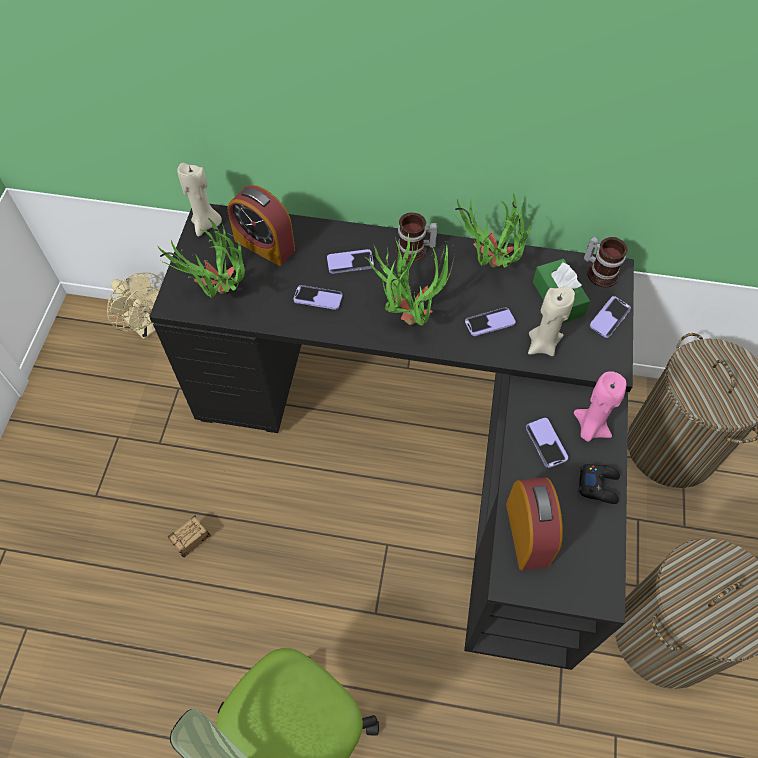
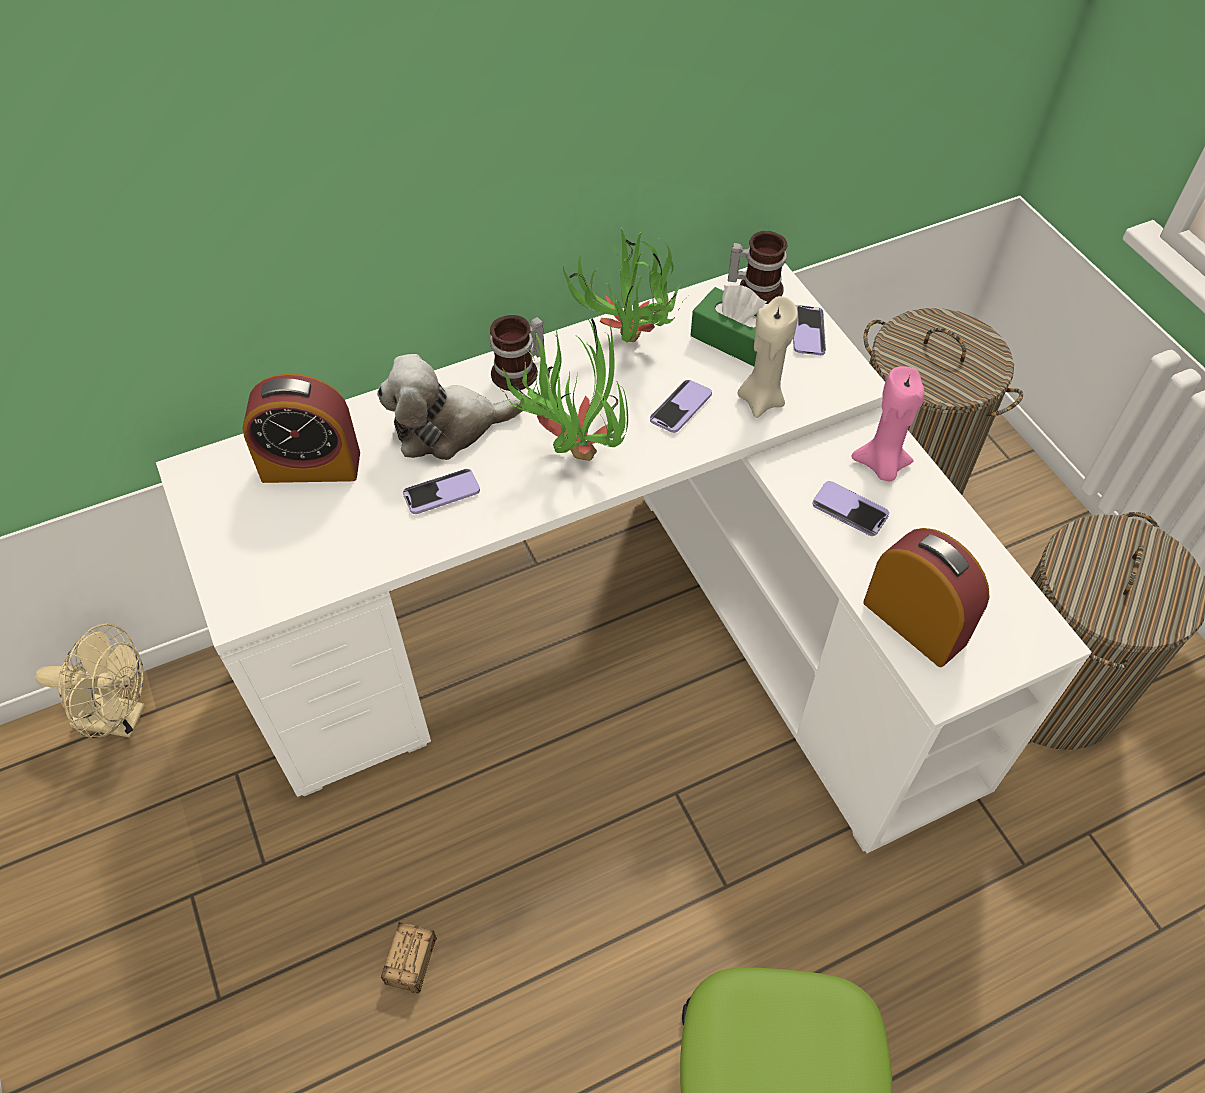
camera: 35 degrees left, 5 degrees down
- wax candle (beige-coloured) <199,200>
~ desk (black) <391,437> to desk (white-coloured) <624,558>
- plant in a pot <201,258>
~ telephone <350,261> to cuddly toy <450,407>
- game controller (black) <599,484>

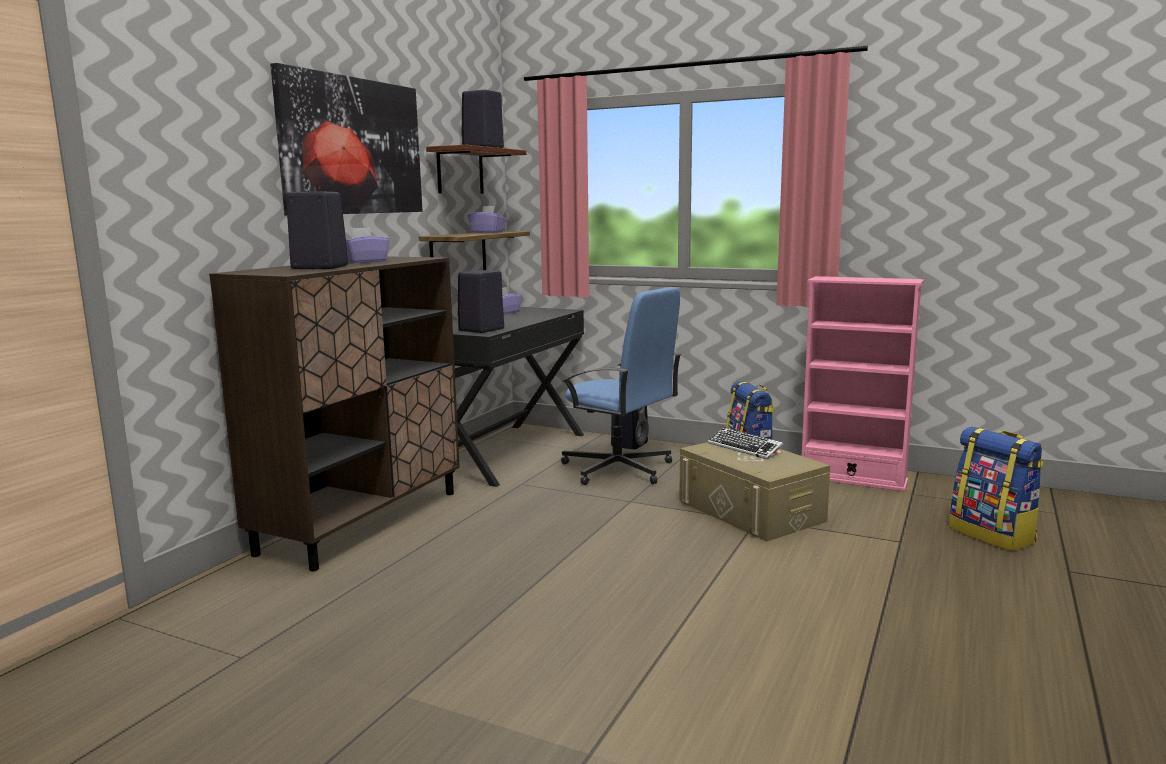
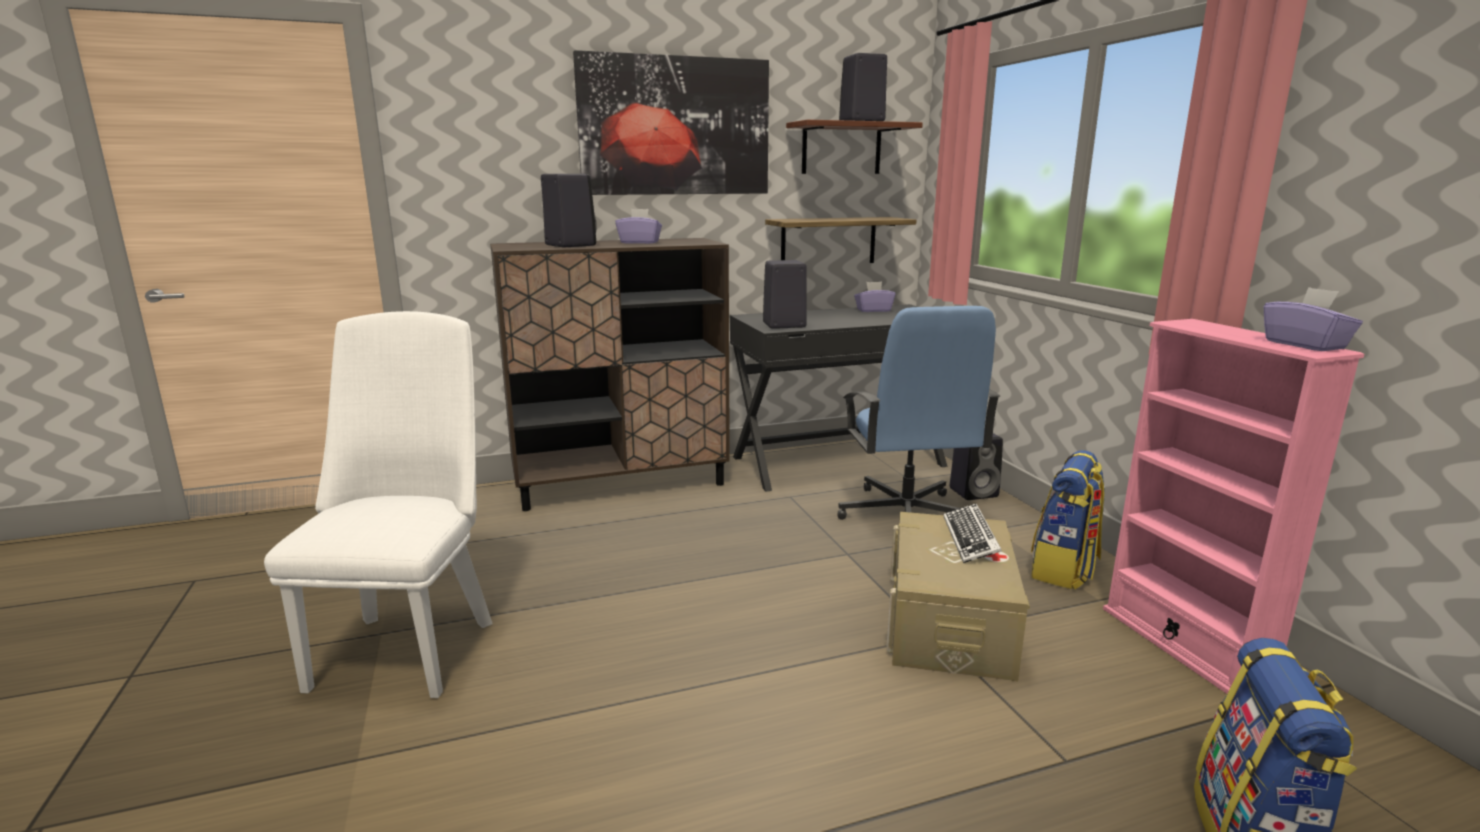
camera: 45 degrees right, 5 degrees up
~ tissue box (purplish) <487,219> to <1313,319>
+ chair (white-coloured) <378,504>

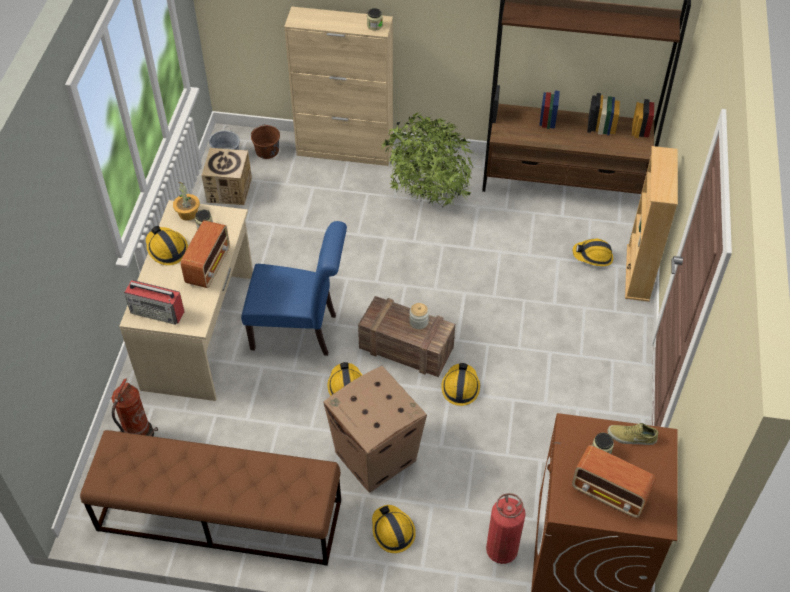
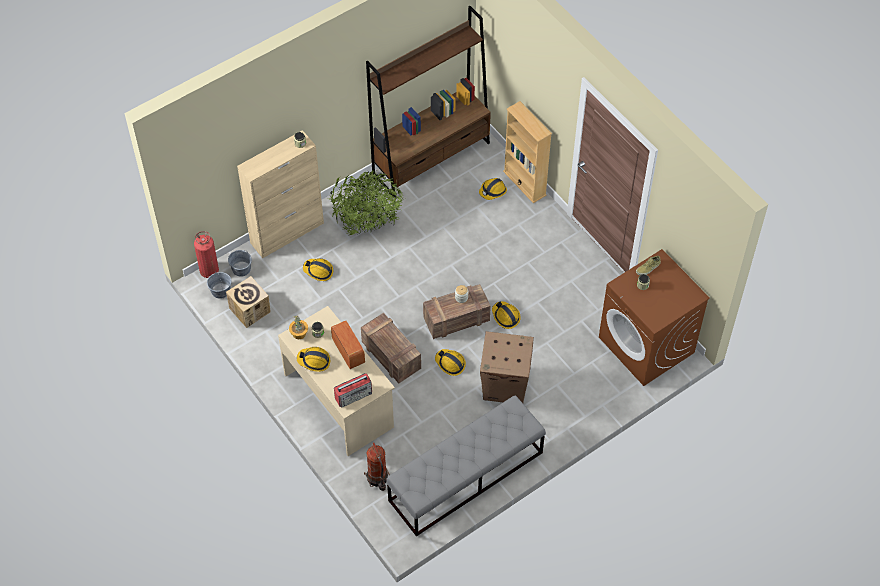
camera: 45 degrees left, 5 degrees up
~ bucket (brownish) <265,142> to bucket (gray) <240,263>
~ chair (blue-coloured) <294,288> to shipping crate <391,348>
~ bench (brownish) <210,498> to bench (gray) <466,466>
- radio <614,482>
~ extinguisher <506,528> to <206,254>
~ work helmet <394,529> to <318,269>

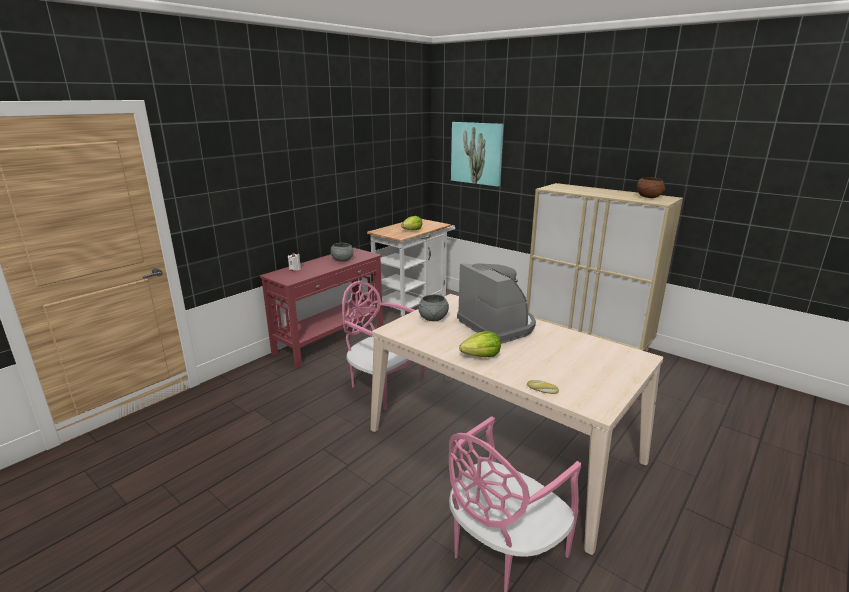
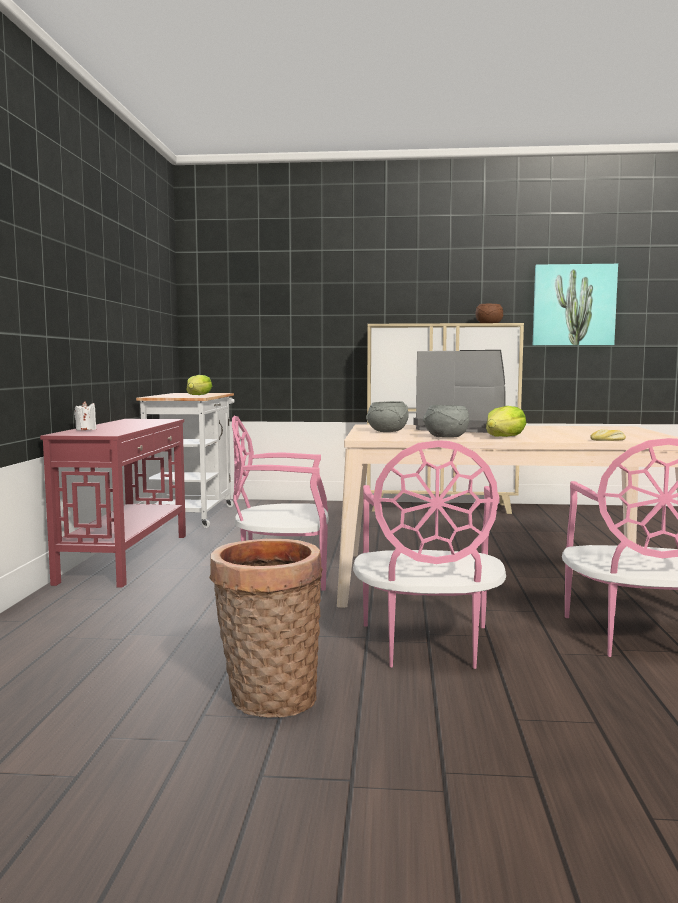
camera: 35 degrees left, 15 degrees down
~ picture <477,154> to <575,304>
~ deep dish (gray) <342,252> to <446,421>
+ chair (pink-coloured) <429,554>
+ storage basket <266,628>

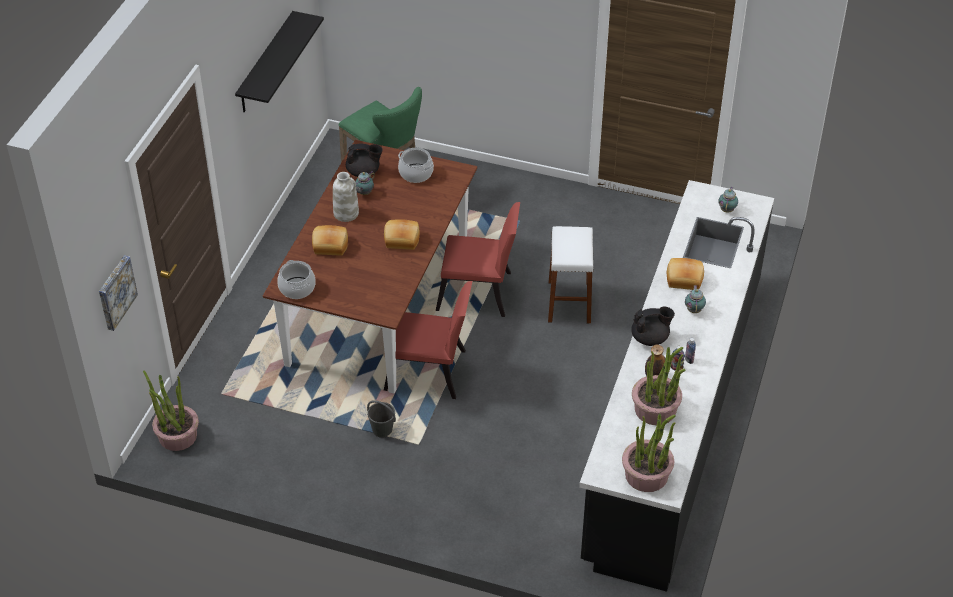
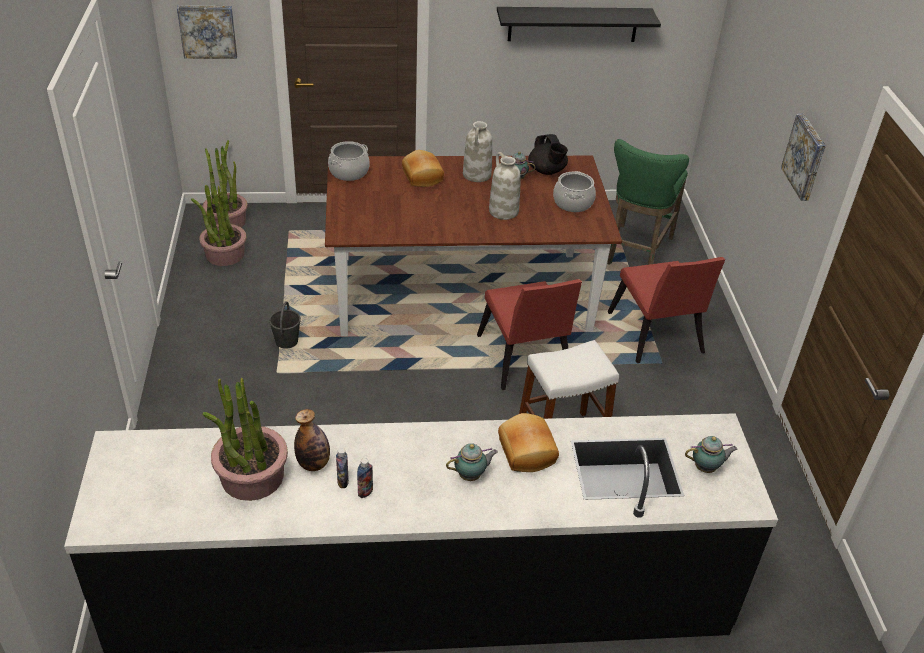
camera: 65 degrees right, 5 degrees down
- bread <402,234>
~ chair (reddish) <428,340> to <666,310>
- tea pot (black) <653,326>
~ plant in a pot <649,453> to <219,225>
+ picture <803,157>
+ vase (white-coloured) <505,186>

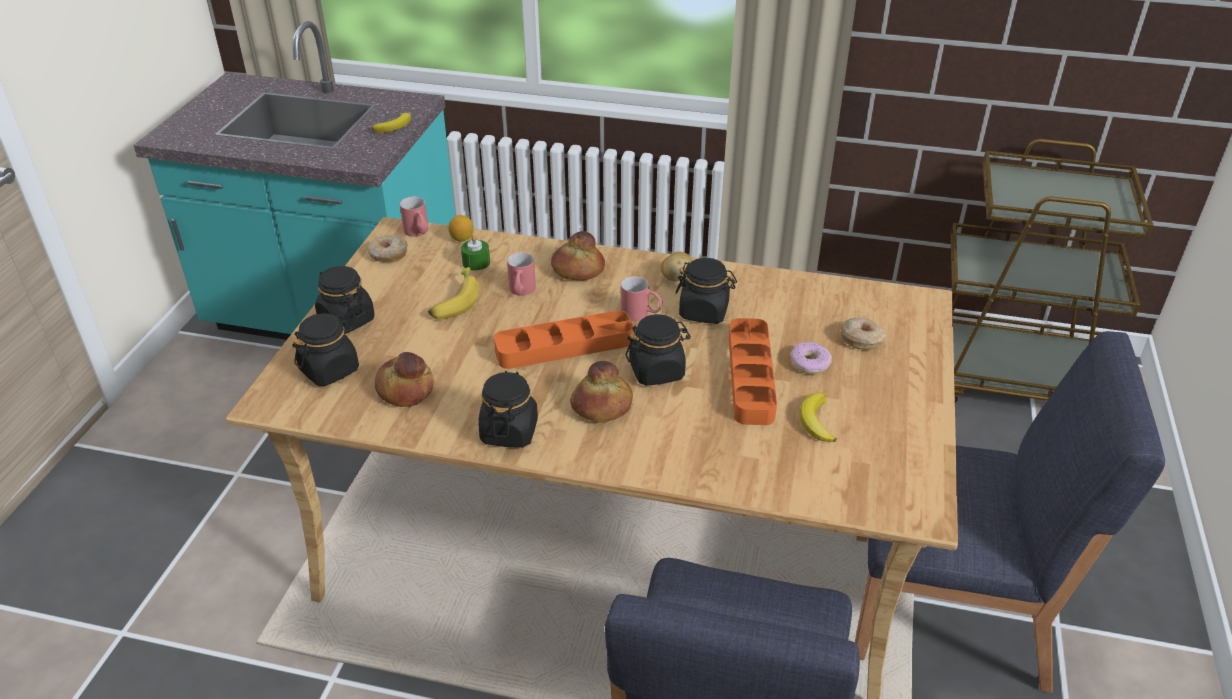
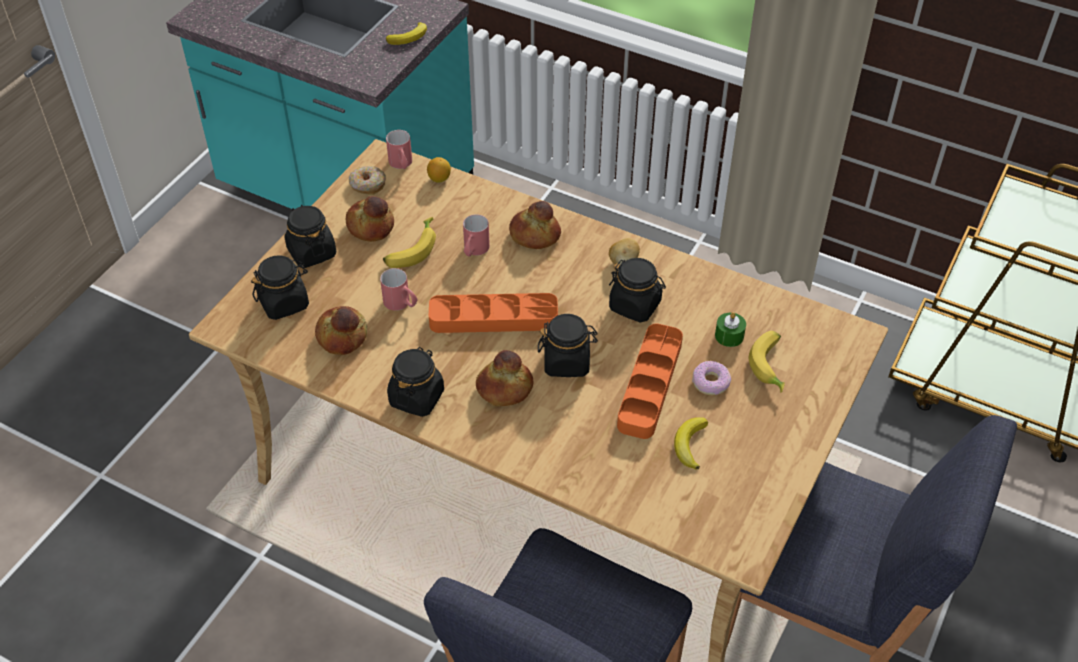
camera: 15 degrees right, 10 degrees up
~ wax candle (green) <475,252> to <730,329>
~ coffee mug (reddish) <642,298> to <398,289>
~ doughnut <863,334> to banana <767,362>
+ bread <370,219>

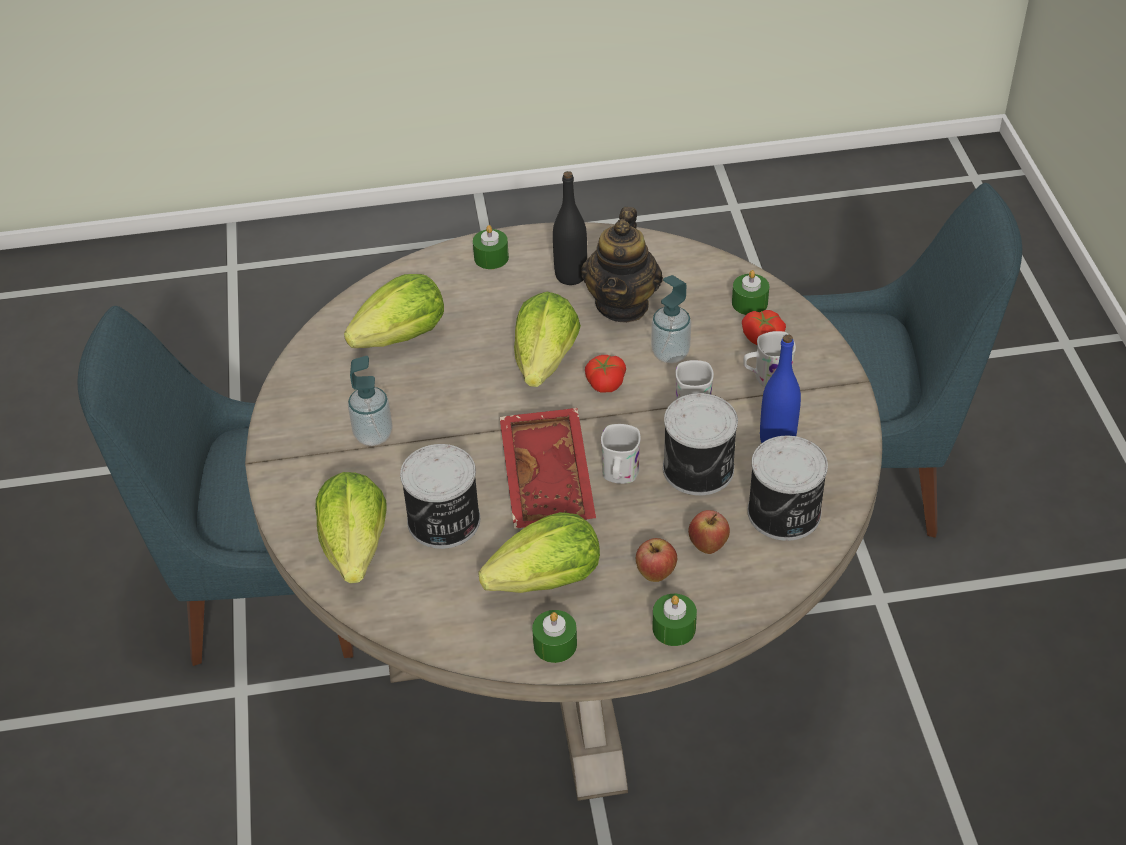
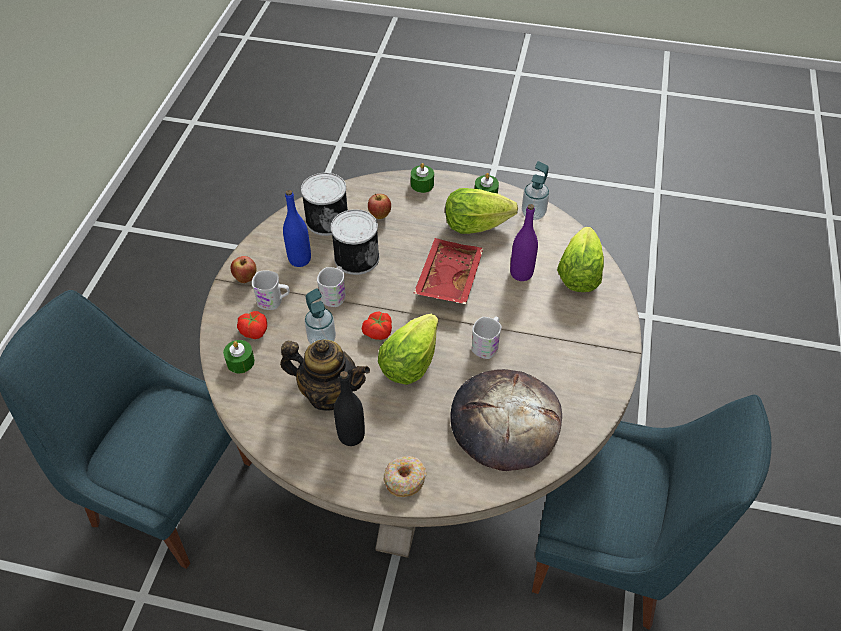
camera: 160 degrees left, 5 degrees up
~ tea pot <622,264> = <325,375> 75 degrees clockwise
~ wax candle (green) <491,247> to doughnut <405,476>
~ head of lettuce <394,311> to bread <506,420>
~ soap bottle <370,401> to <535,190>
~ coffee mug (white-coloured) <621,454> to <487,338>
~ sealed can <440,496> to bottle (purplish) <524,242>
~ apple <656,560> to <243,269>

